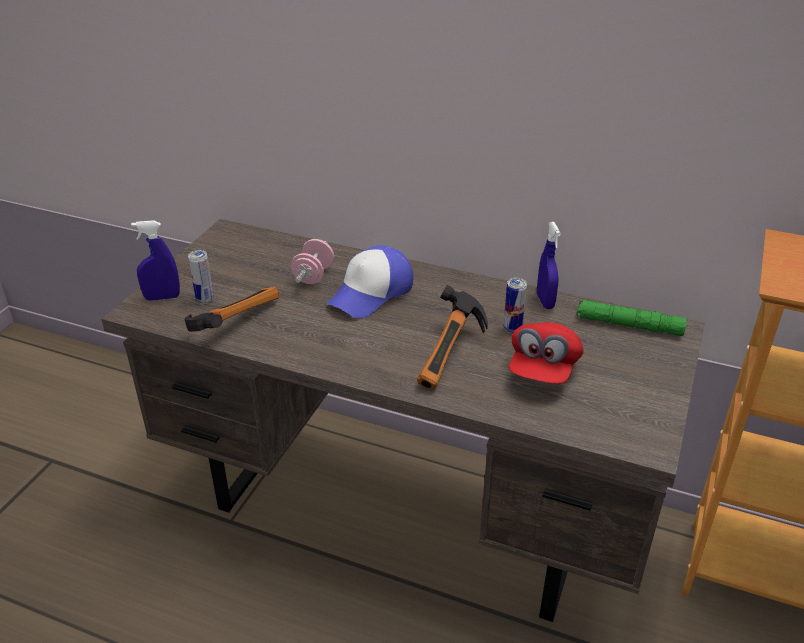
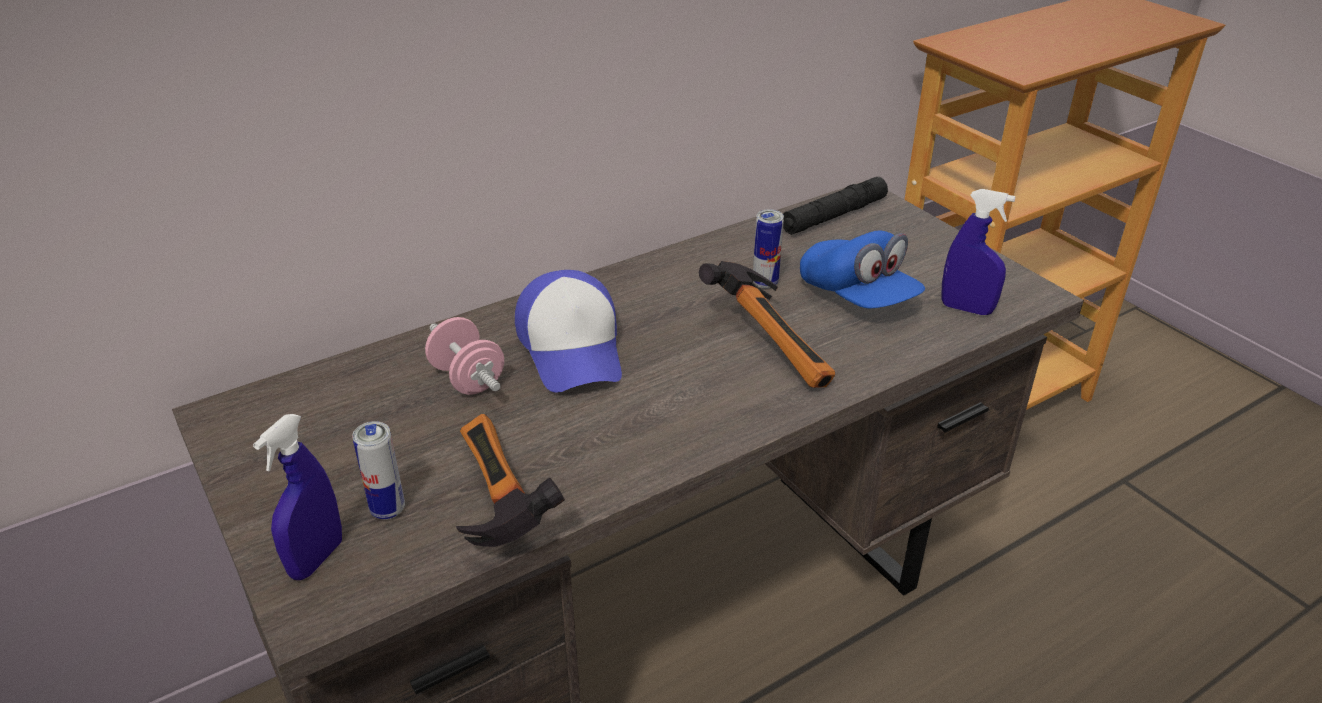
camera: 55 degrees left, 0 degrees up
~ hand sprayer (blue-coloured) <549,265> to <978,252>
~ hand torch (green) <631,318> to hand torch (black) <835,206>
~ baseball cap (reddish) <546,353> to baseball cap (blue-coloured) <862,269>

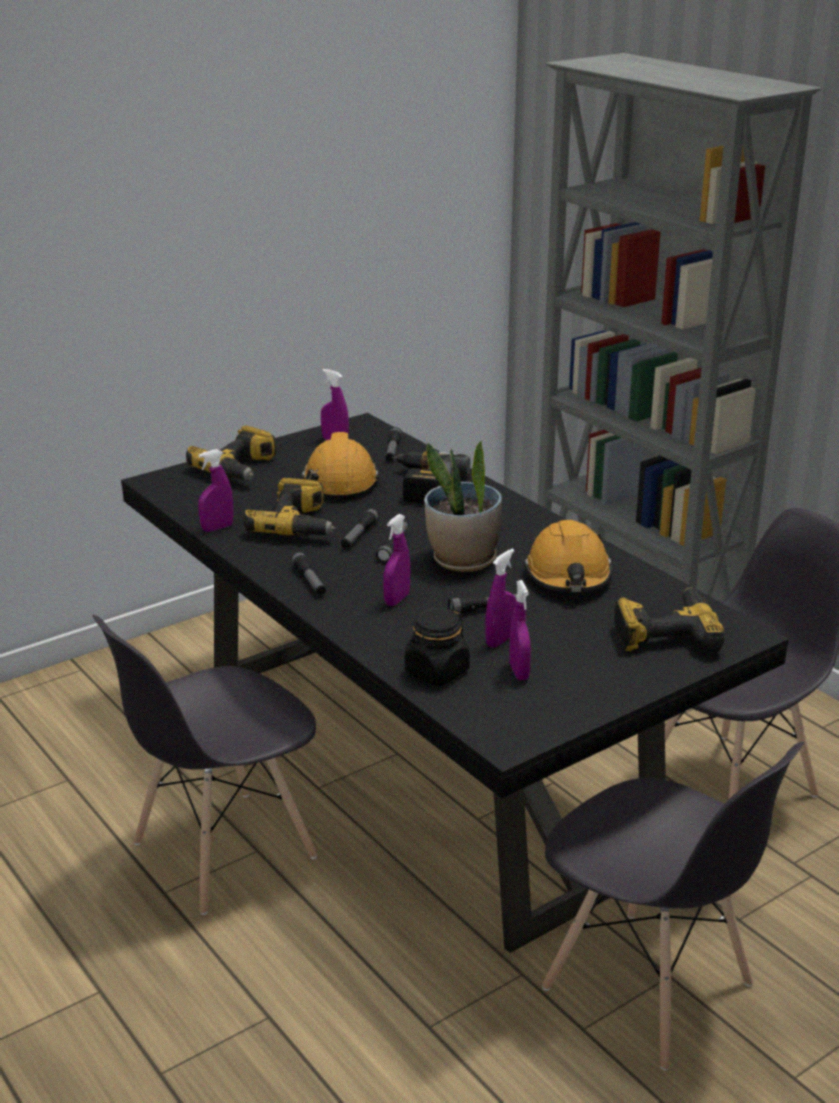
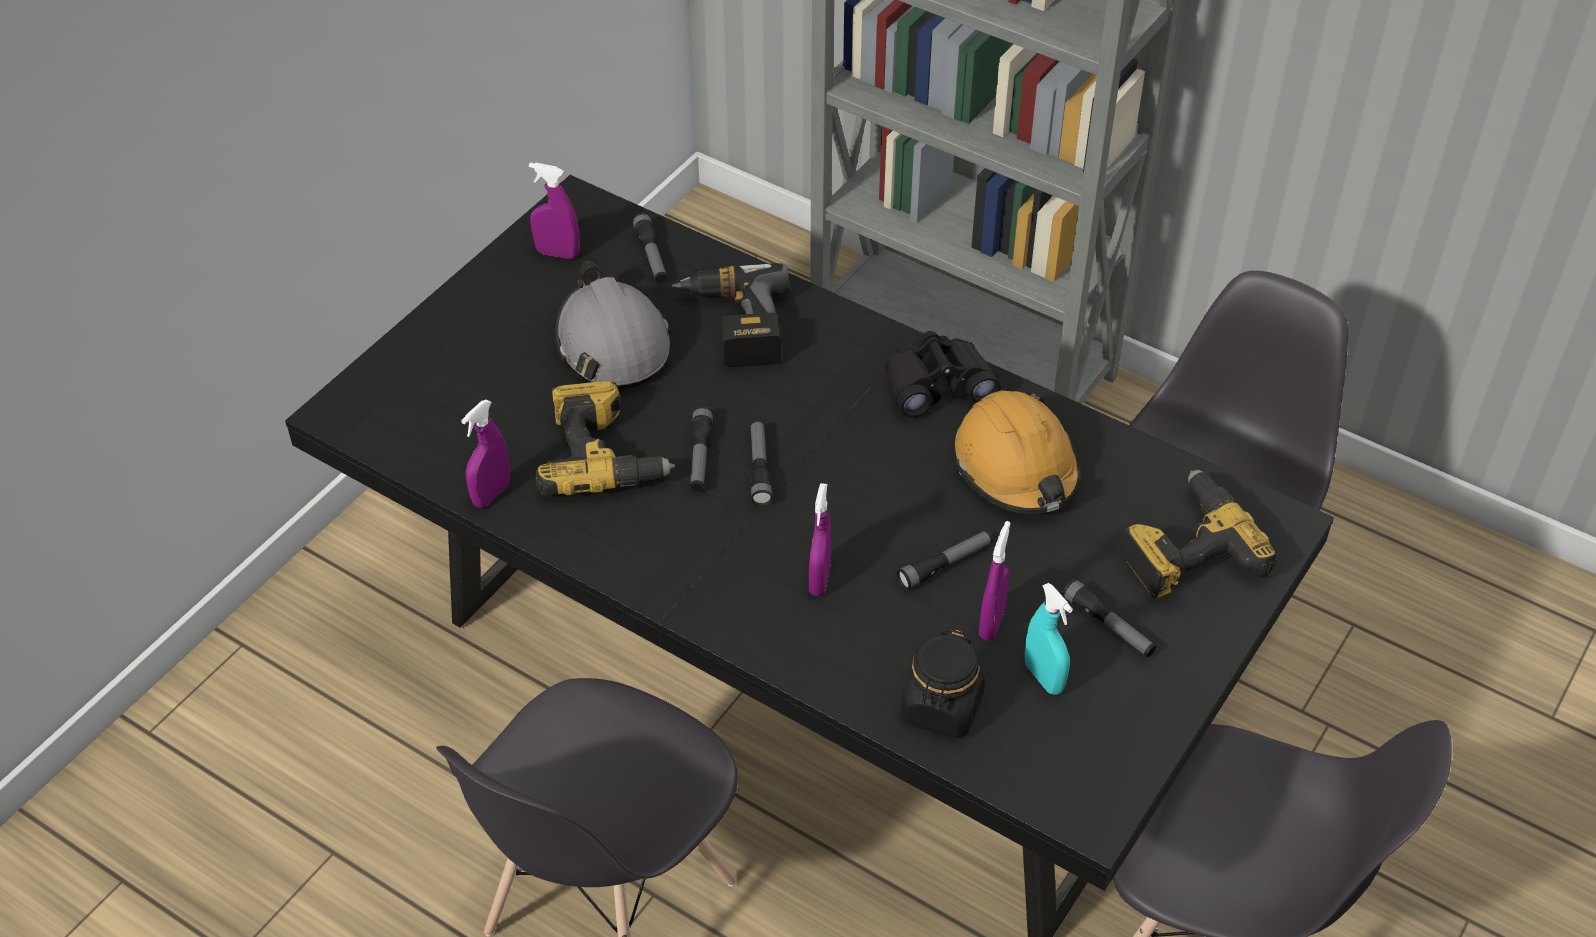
camera: 20 degrees left, 20 degrees up
- electric drill <231,452>
~ work helmet (orange-coloured) <340,466> to work helmet (gray) <613,325>
- plant in a pot <463,506>
~ hand torch <308,573> to <1109,618>
~ hand sprayer (purplish) <520,630> to hand sprayer (blue-green) <1048,639>
+ field glasses (black) <943,374>

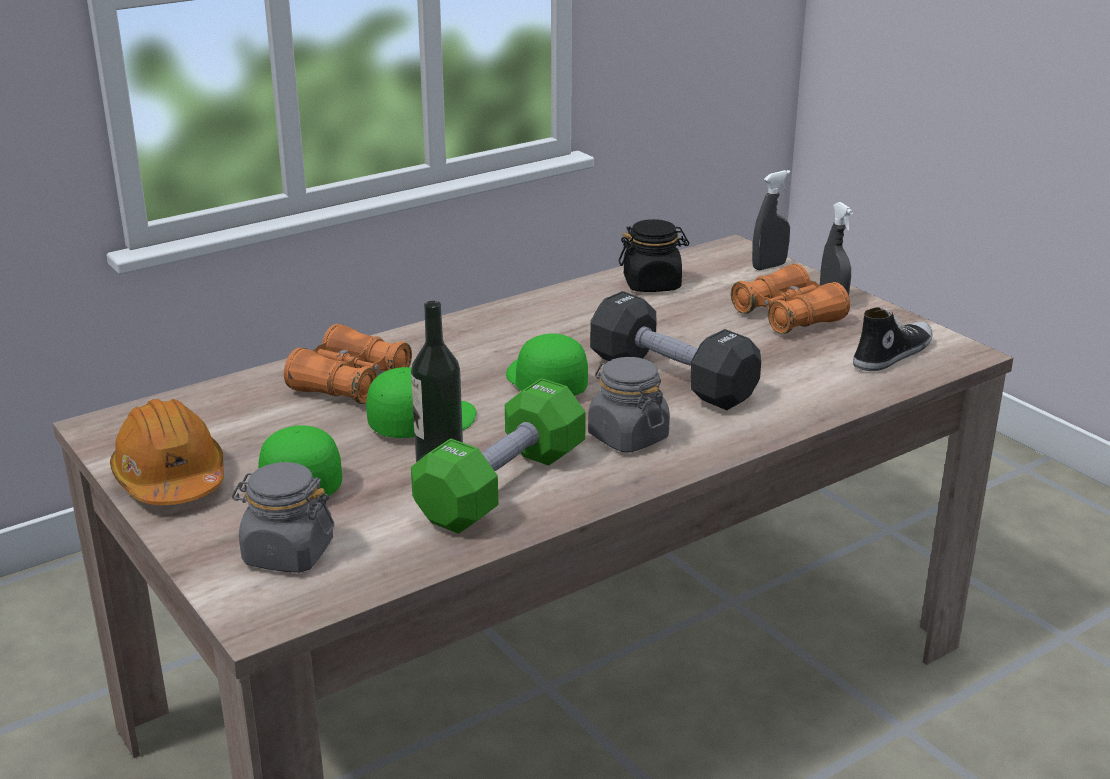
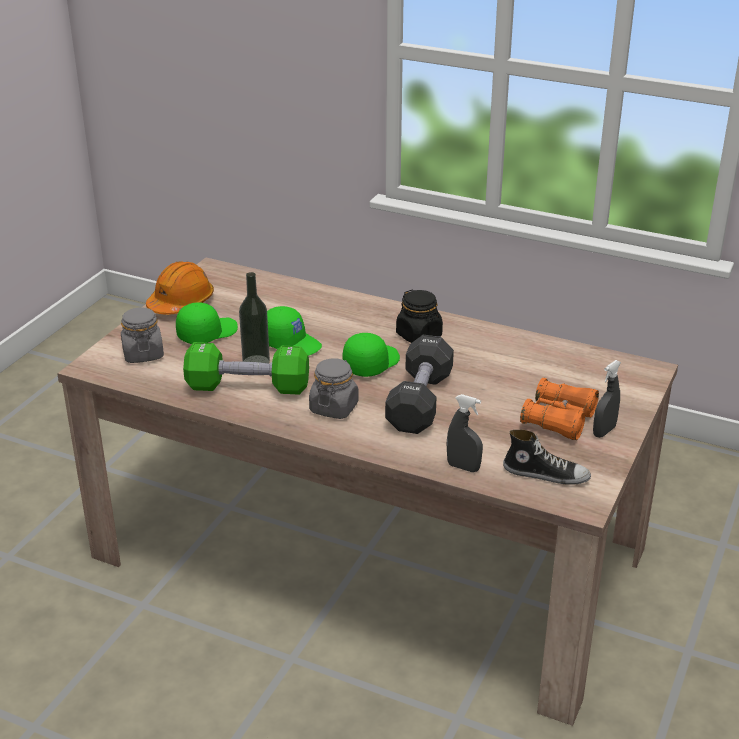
camera: 60 degrees right, 5 degrees up
~ hand sprayer (gray) <771,220> to <465,433>
~ storage jar (black) <654,255> to <419,316>
- field glasses (orange-coloured) <348,364>

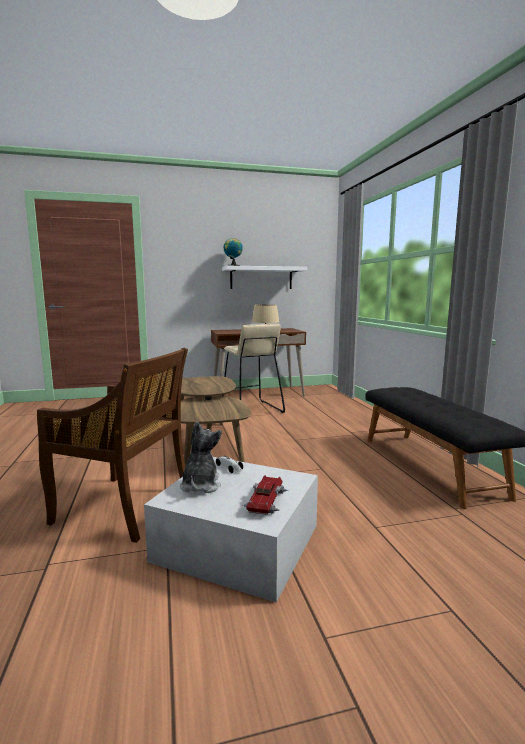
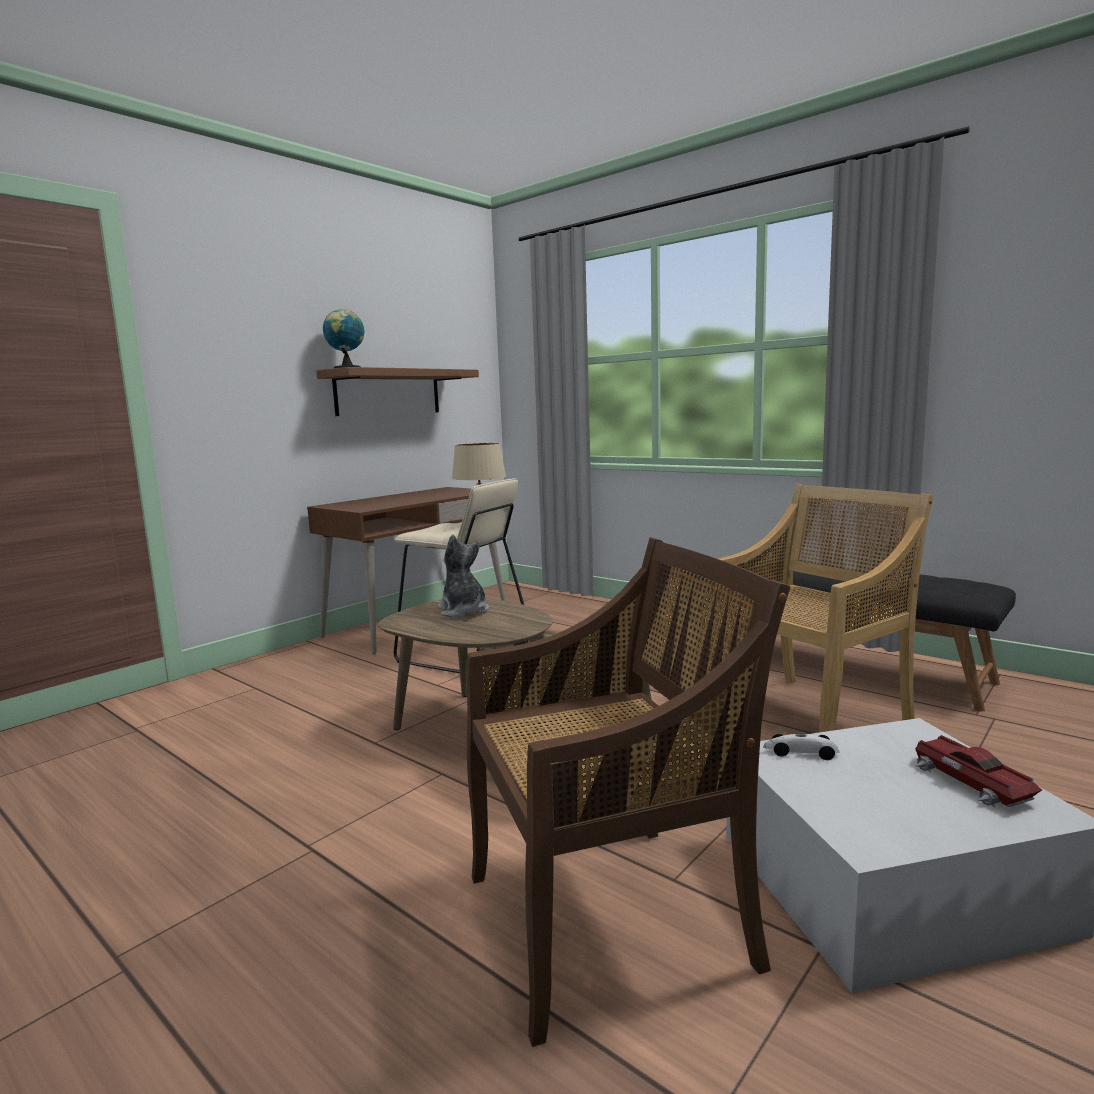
camera: 35 degrees left, 0 degrees up
~ bracket shelf (white-coloured) <264,277> to bracket shelf (brownish) <398,391>
~ cuddly toy <201,457> to <463,576>
+ chair (beige-coloured) <819,608>

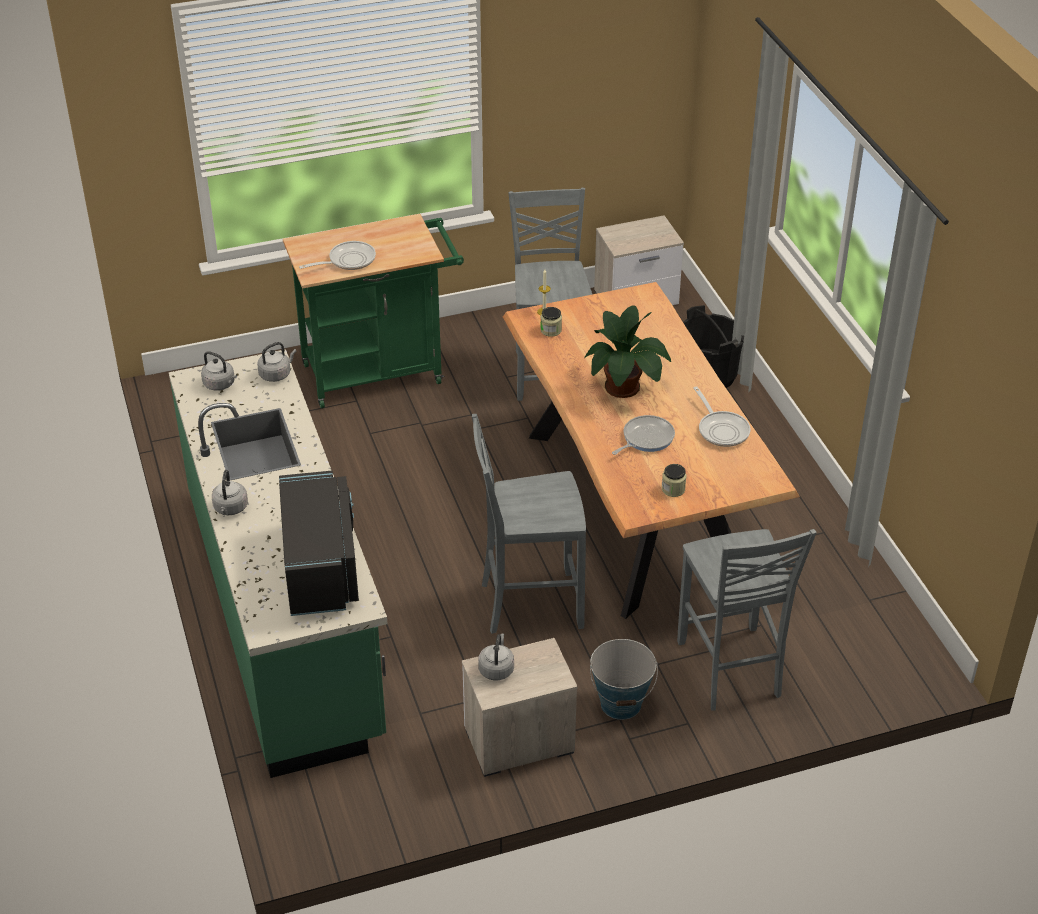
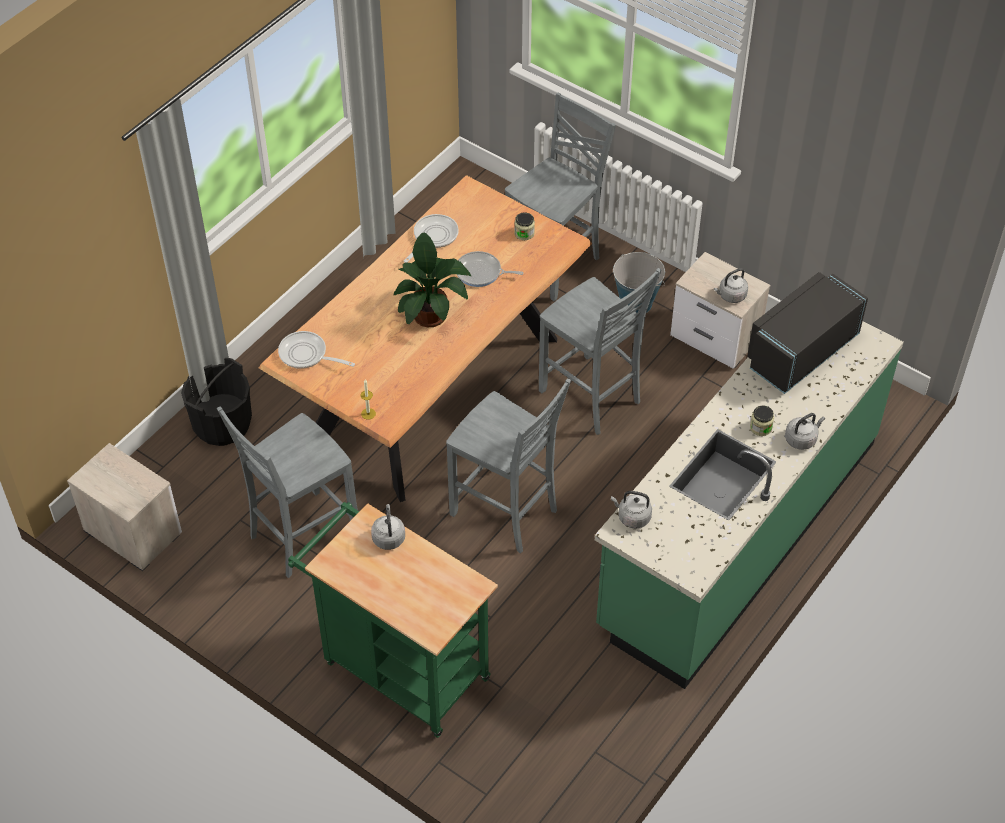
camera: 125 degrees left, 10 degrees up
~ skillet <337,255> to <316,350>
~ storage jar <551,322> to <762,420>
~ tea kettle (gray) <219,371> to <388,527>
+ chair (gray) <508,465>

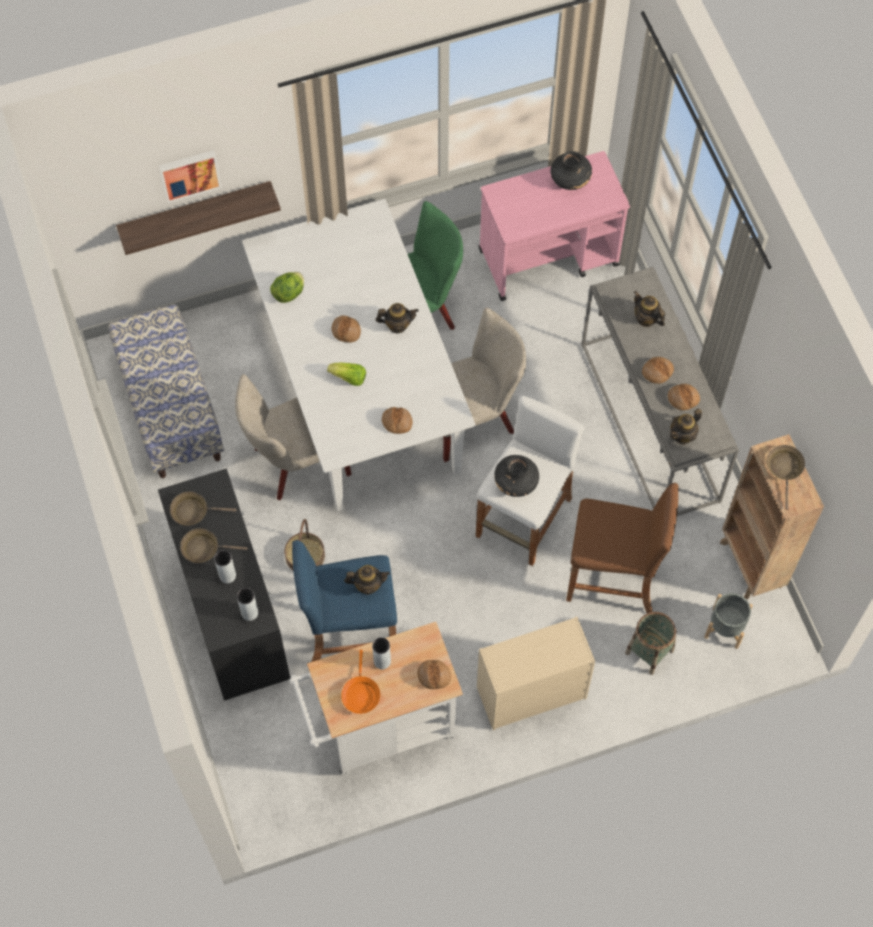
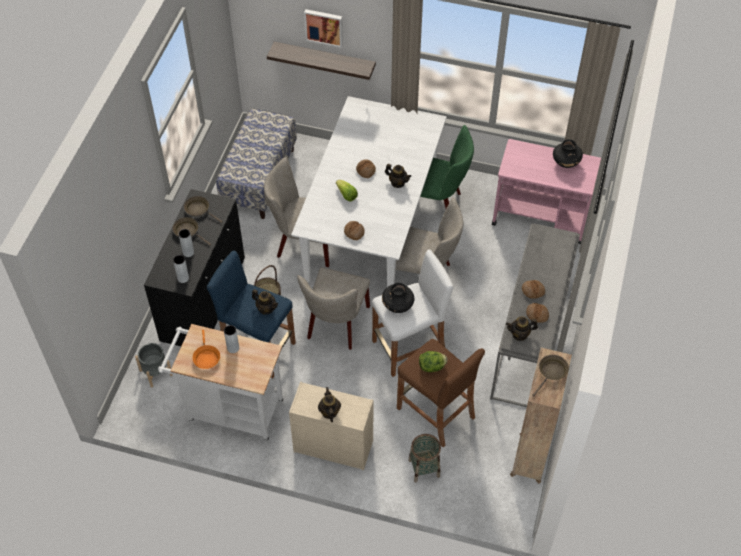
camera: 35 degrees right, 10 degrees down
~ head of lettuce <287,287> to <433,361>
~ tea pot <649,309> to <329,404>
~ flower pot (gray) <728,621> to <154,365>
~ skillet (orange-coloured) <360,682> = <206,349> 45 degrees counterclockwise
- bread <434,674>
+ chair (beige-coloured) <333,308>

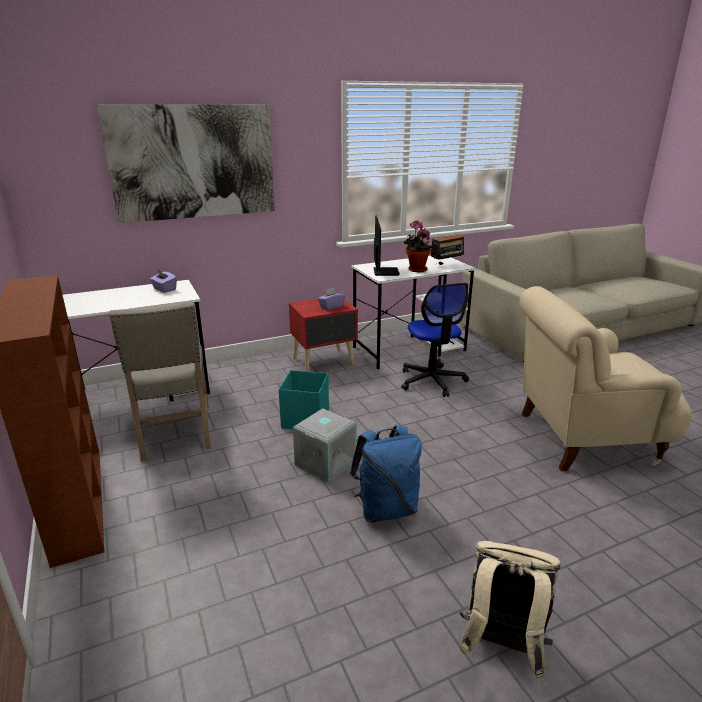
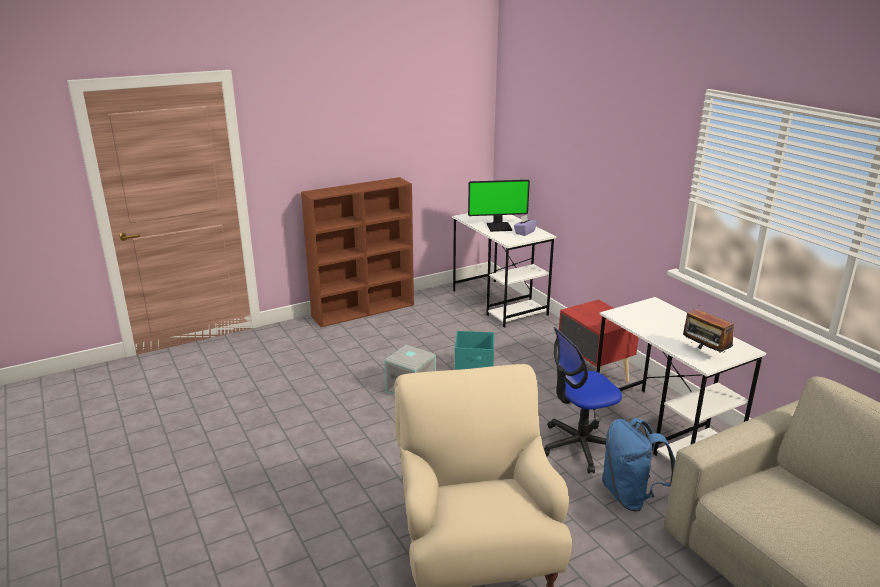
camera: 85 degrees right, 0 degrees up
- picture <186,163>
~ monitor <386,245> to <499,206>
- plant in a pot <417,246>
- tissue box (purplish) <331,299>
- chair (beige-coloured) <160,381>
~ backpack (blue-coloured) <386,474> to <638,464>
- backpack (beige-coloured) <510,610>

